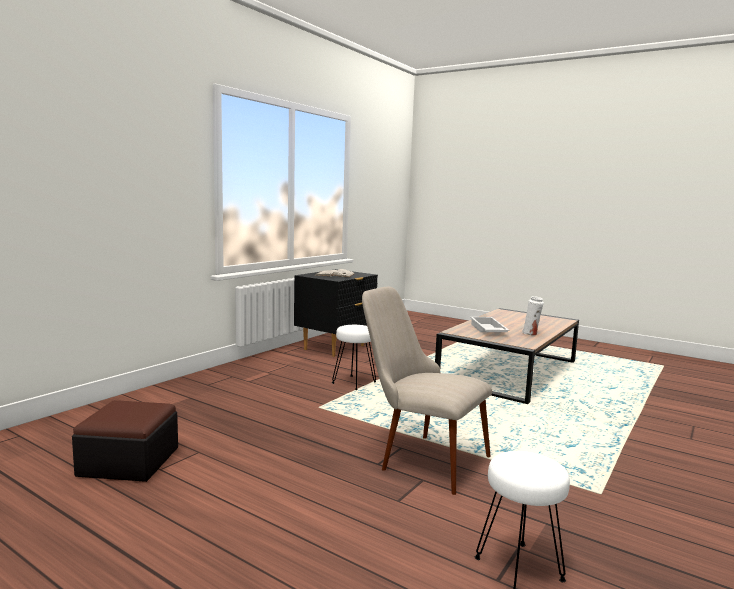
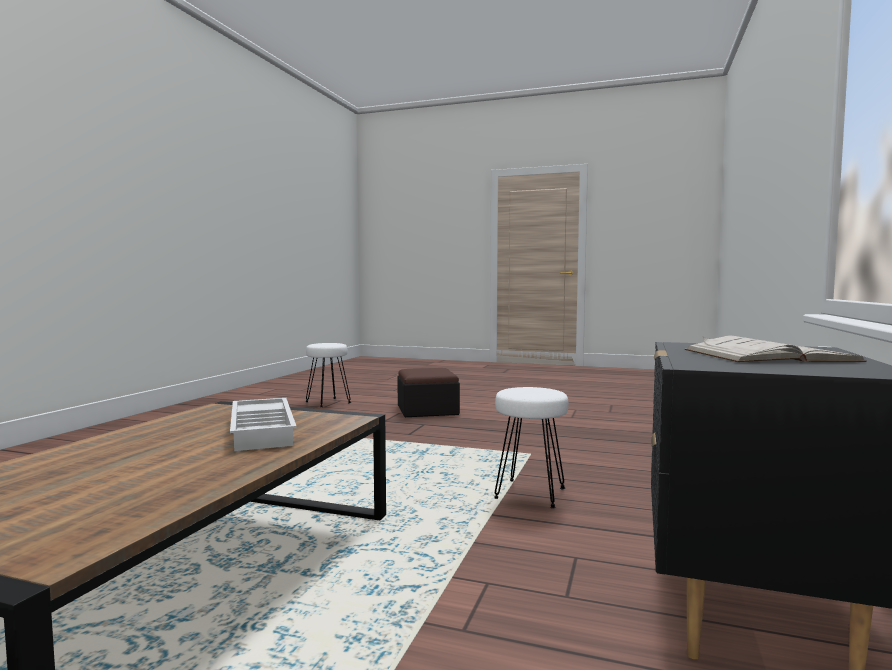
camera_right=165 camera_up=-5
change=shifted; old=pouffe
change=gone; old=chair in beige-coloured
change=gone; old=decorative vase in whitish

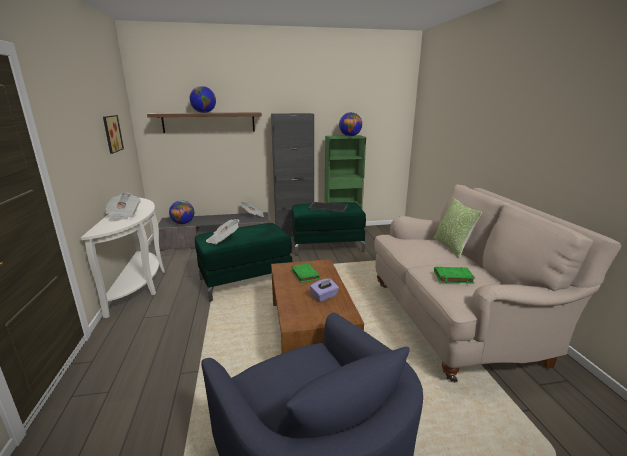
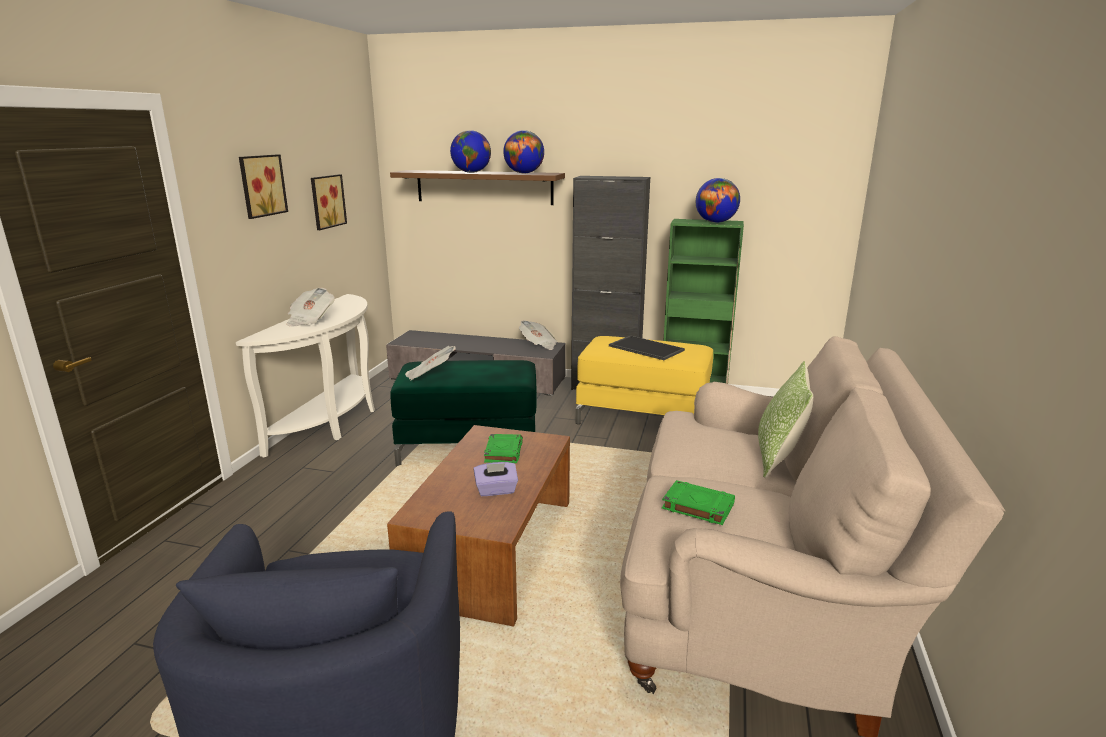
camera_right=25 camera_up=0
change=shifted; old=desk globe (no. 1 from left in the first image); new=desk globe (no. 2 from left)
change=repainted; old=pouffe in greenish (no. 2 from left); new=pouffe in yellowish
change=new; new=picture (no. 1 from left)

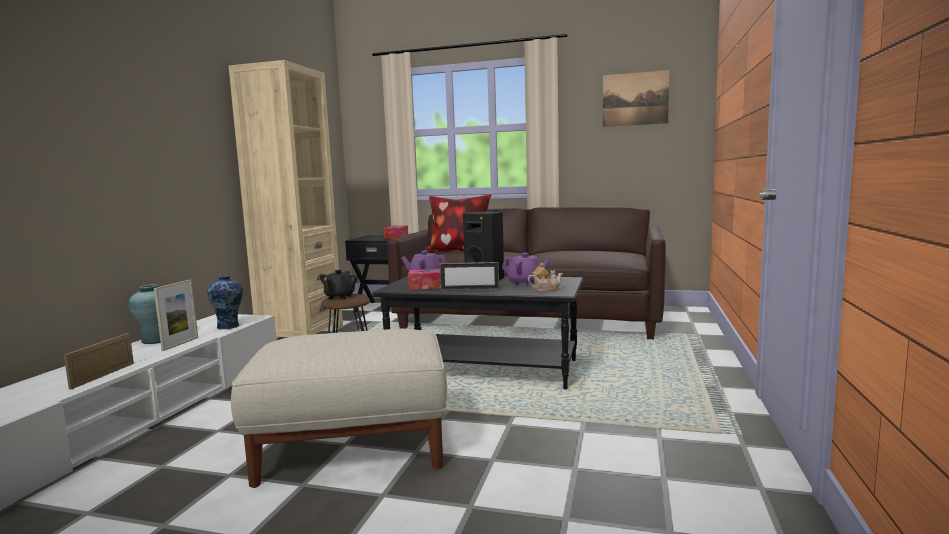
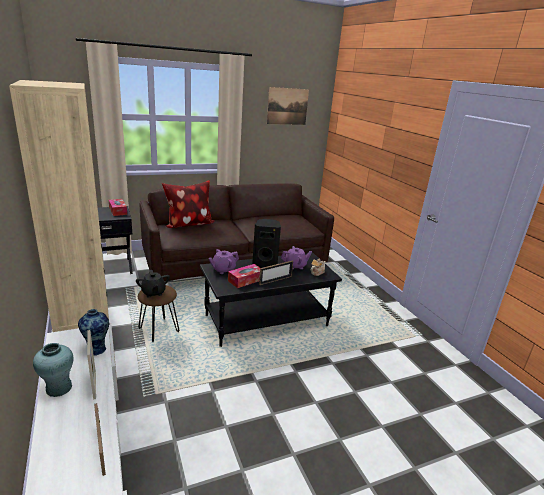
camera_right=-40 camera_up=15
change=gone; old=pouffe in beige-coloured

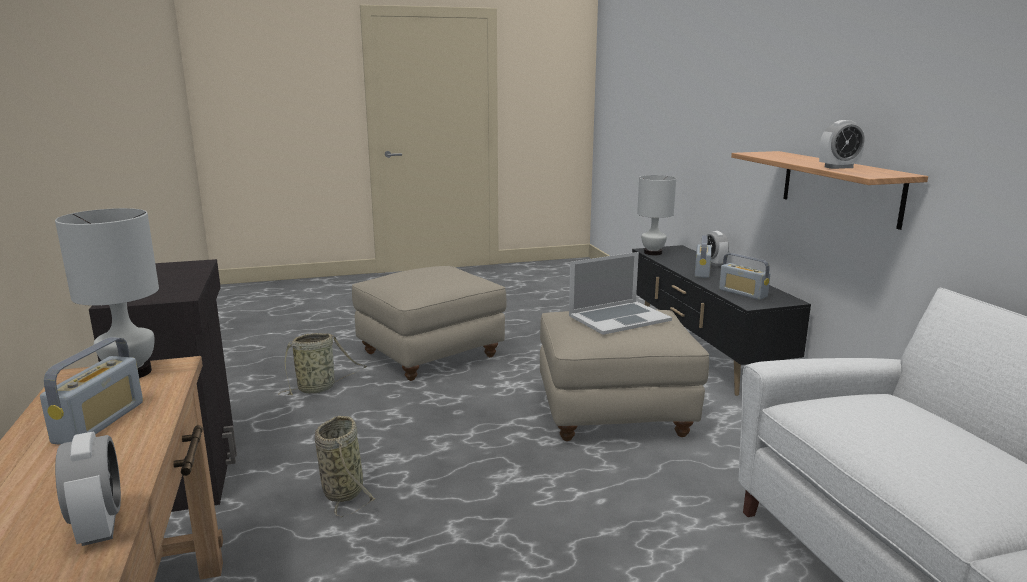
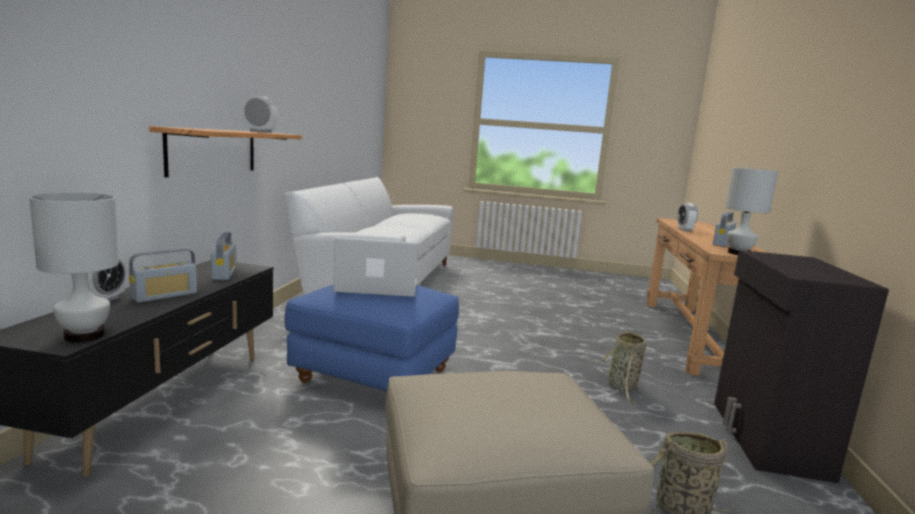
camera_right=-155 camera_up=-5
change=repainted; old=pouffe in beige-coloured (no. 2 from left); new=pouffe in blue-coloured

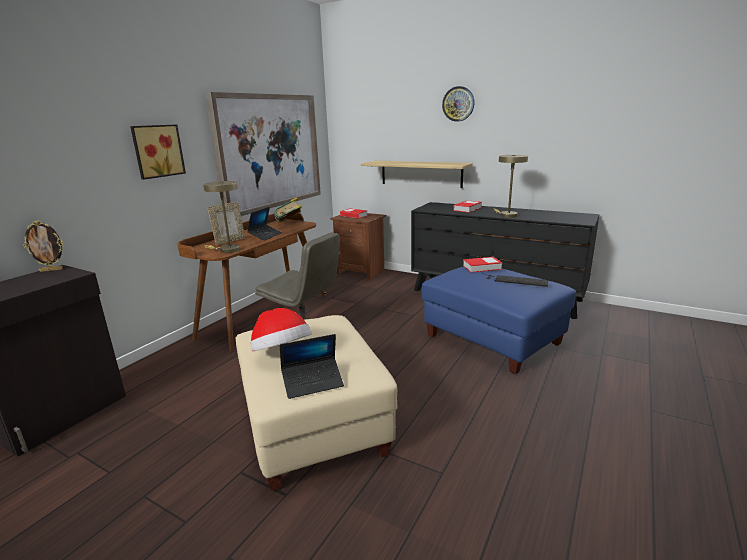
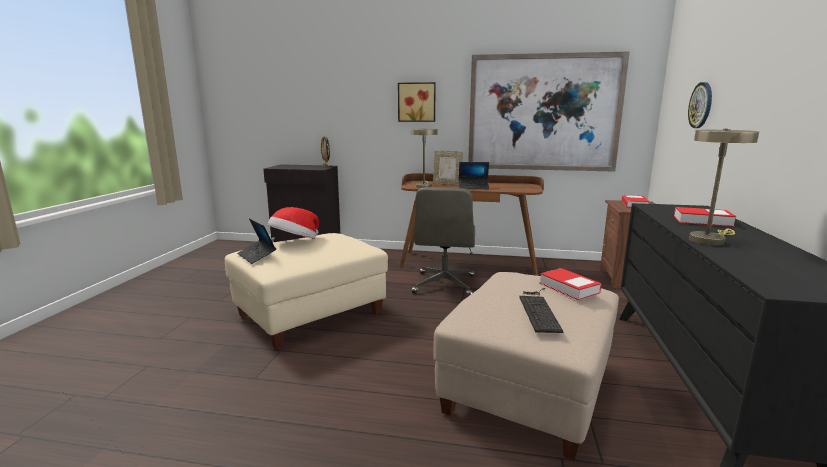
camera_right=70 camera_up=-5
change=gone; old=bound book (no. 1 from left)
change=gone; old=wall shelf
change=repainted; old=pouffe in blue-coloured; new=pouffe in beige-coloured (no. 2 from left)
change=shifted; old=clock on the wall

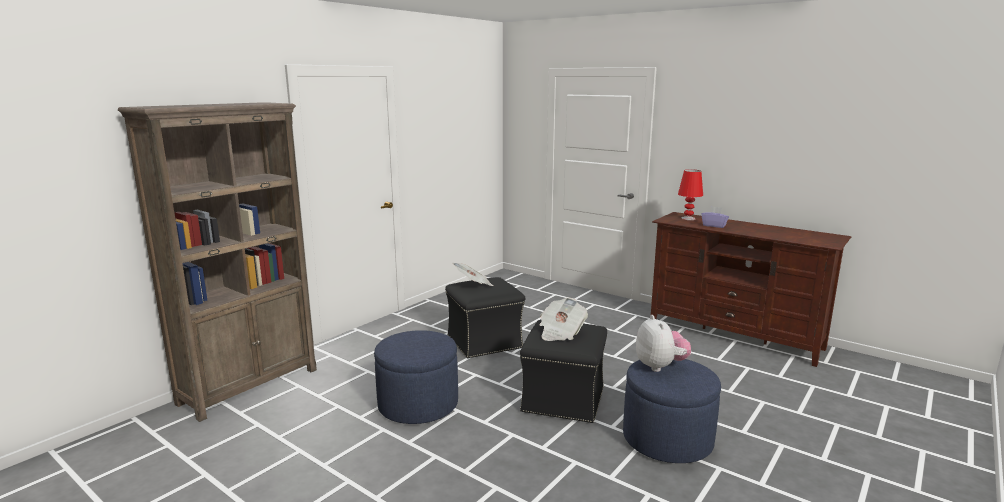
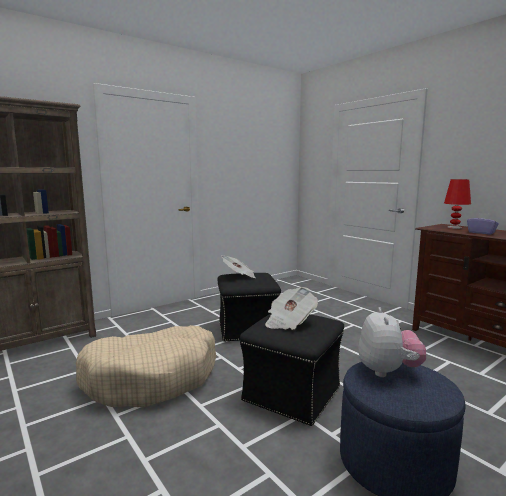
camera_right=15 camera_up=-5
change=swapped; old=pouffe in blue-coloured (no. 1 from left); new=pet bed in beige-coloured

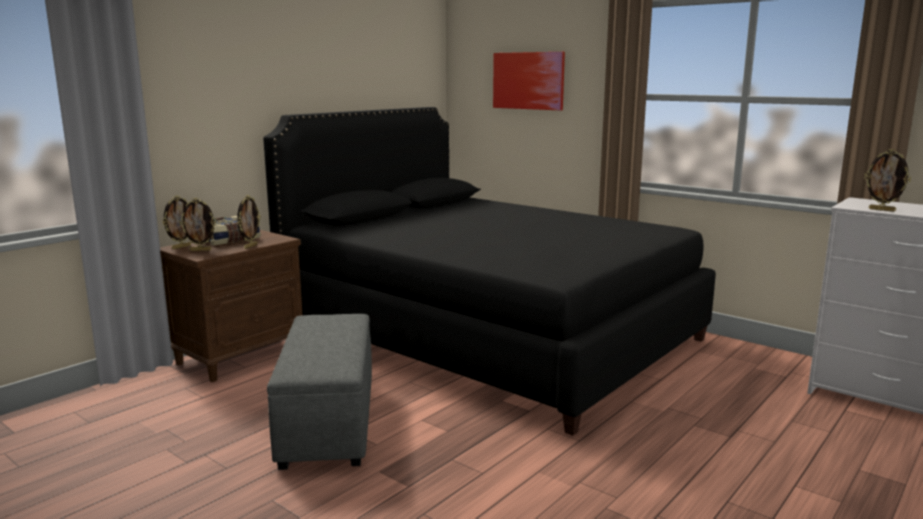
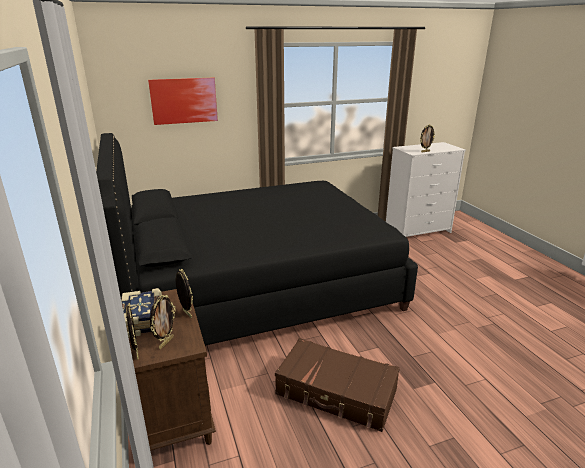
camera_right=-60 camera_up=10
change=swapped; old=pouffe in gray; new=piece of luggage in brownish

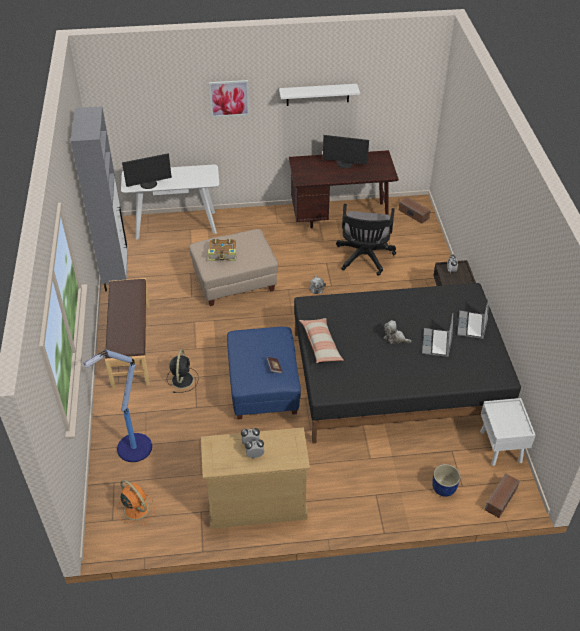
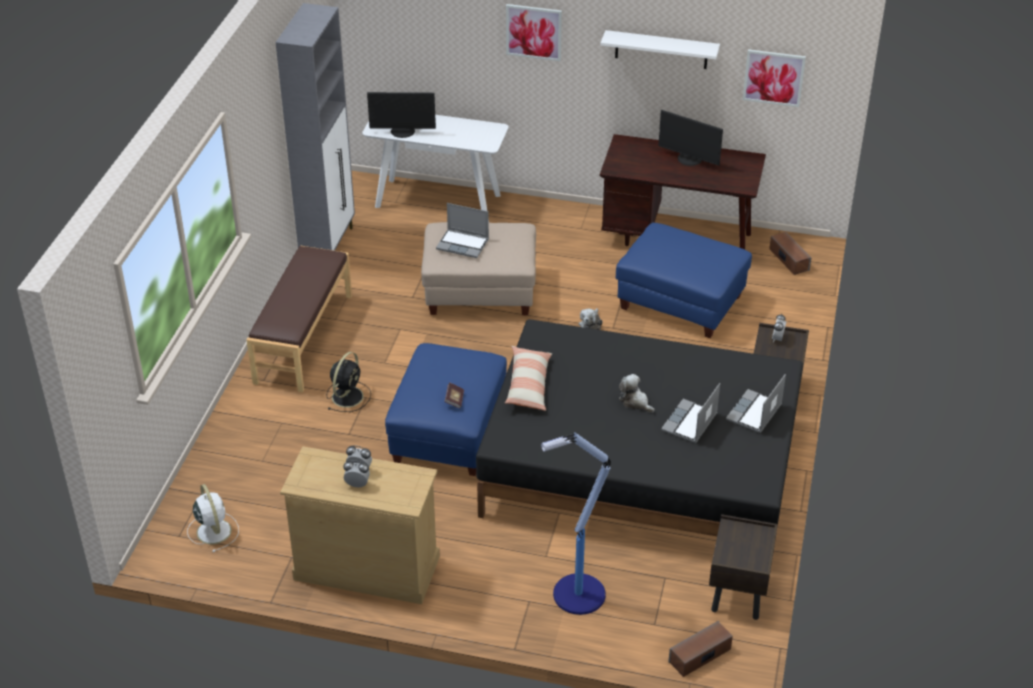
camera_right=20 camera_up=-5
change=shifted; old=floor lamp
change=repainted; old=fan in orange; new=fan in whitish
change=swapped; old=bound book (no. 1 from left); new=portable computer (no. 1 from left)
change=swapped; old=office chair in blackish; new=pouffe in blue-coloured (no. 2 from left)
change=gone; old=plant pot in blue-coloured
change=repainted; old=nightstand in whitish; new=nightstand in brownish (no. 1 from left)
change=new; new=picture (no. 2 from left)

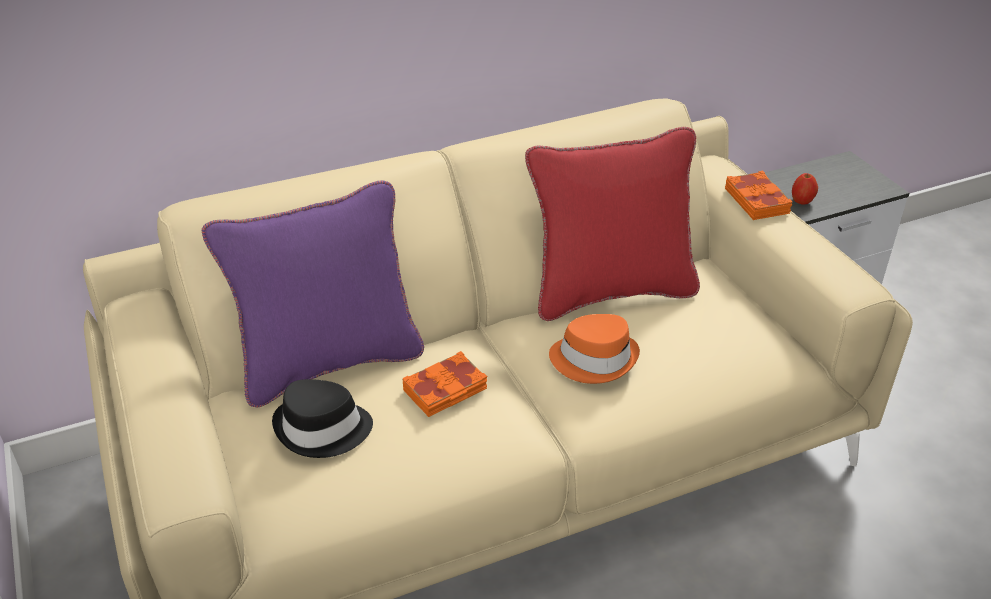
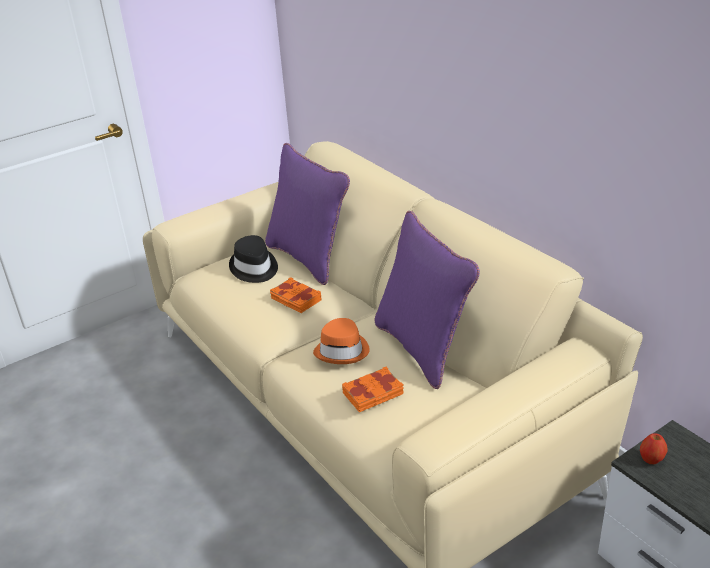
camera_right=80 camera_up=-5
change=repainted; old=throw pillow in reddish; new=throw pillow in purple-coloured (no. 2 from left)
change=shifted; old=bound book in orange (no. 2 from left)

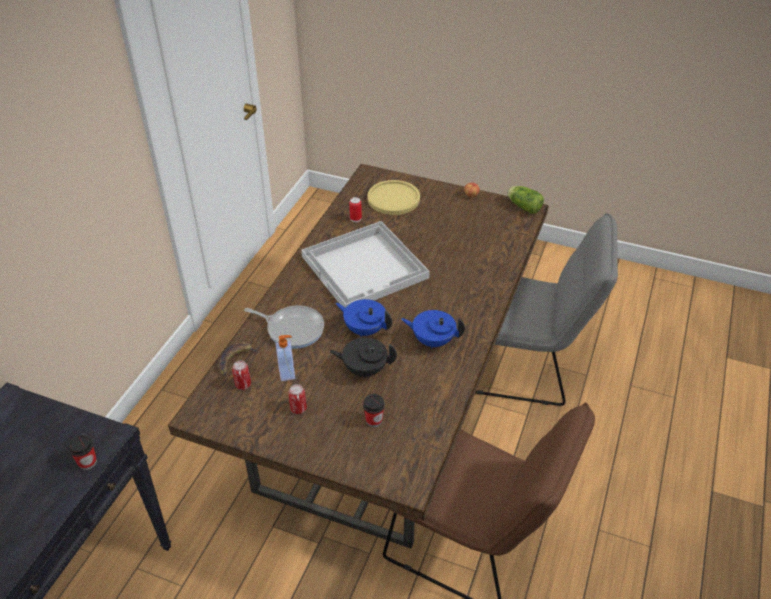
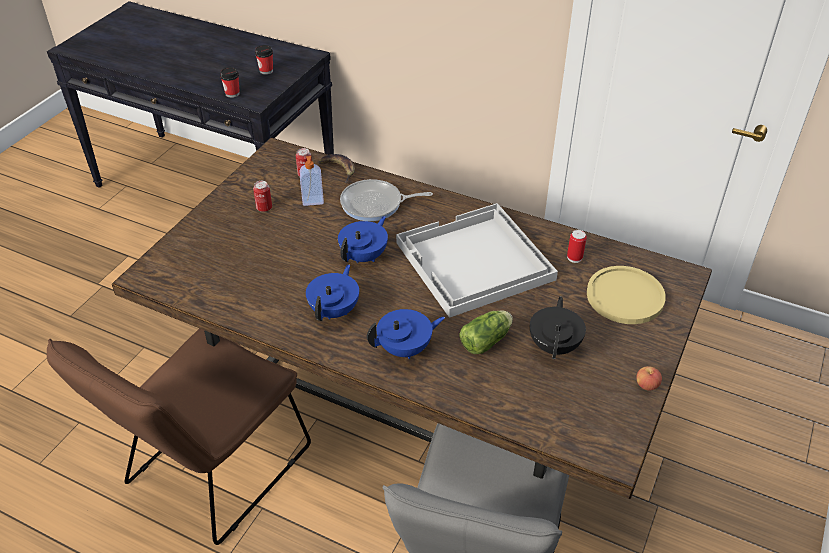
camera_right=95 camera_up=0
change=rotated; old=frying pan; degrees=60
change=shifted; old=pot for tea in blackish
change=shifted; old=drinking cup (no. 2 from left)
change=shifted; old=lettuce
change=new; new=pot for tea in blue-coloured (no. 3 from left)

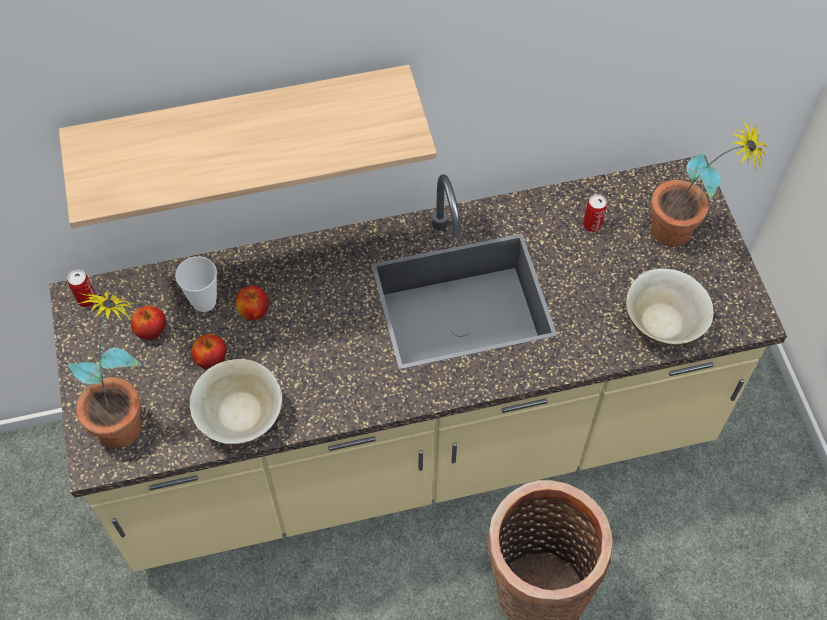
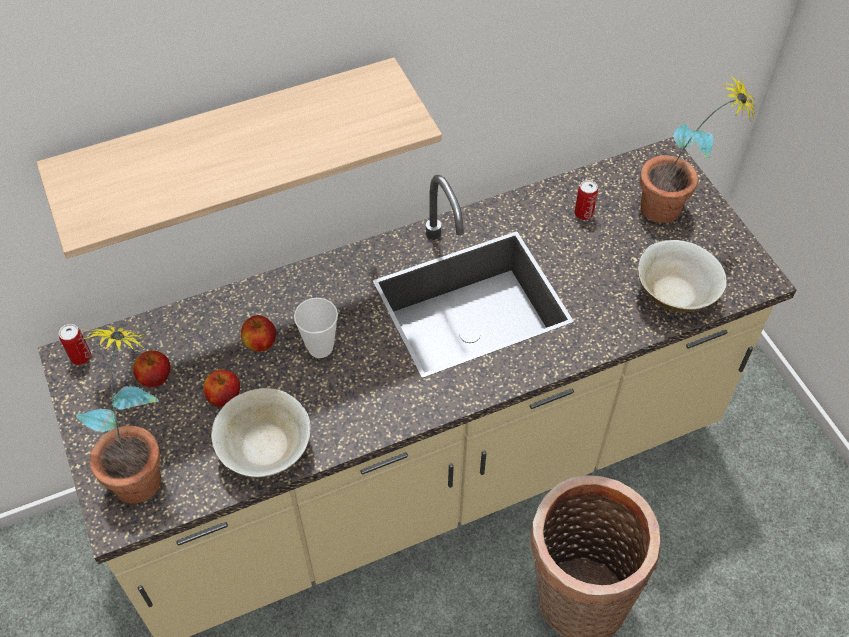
camera_right=-10 camera_up=-5
change=shifted; old=drinking cup

